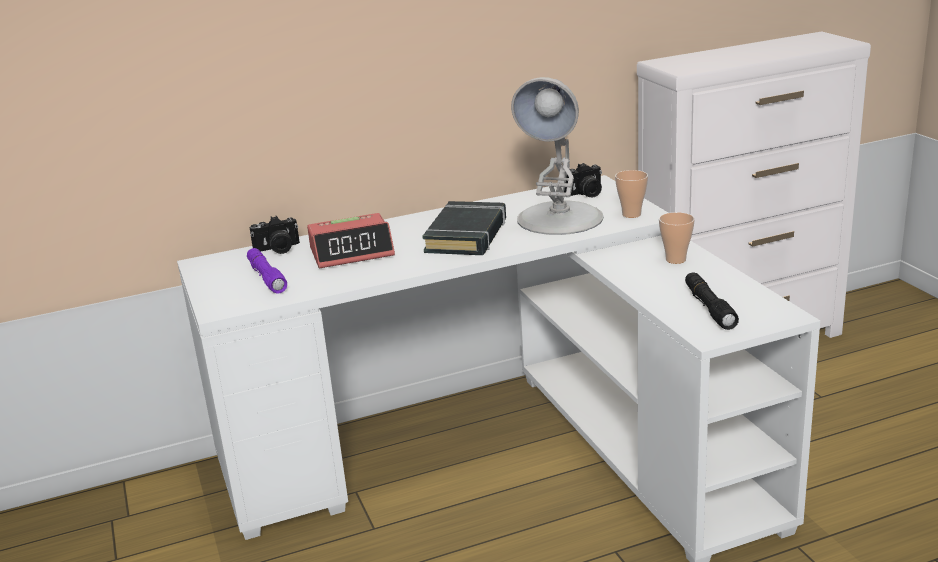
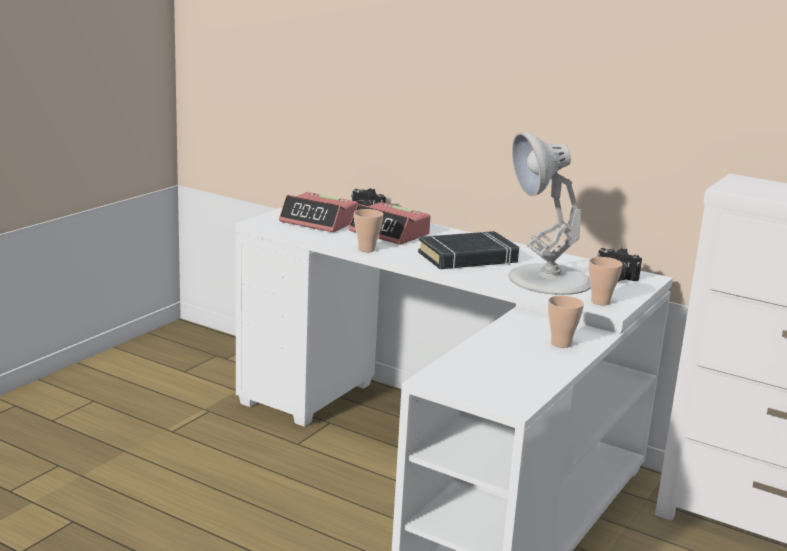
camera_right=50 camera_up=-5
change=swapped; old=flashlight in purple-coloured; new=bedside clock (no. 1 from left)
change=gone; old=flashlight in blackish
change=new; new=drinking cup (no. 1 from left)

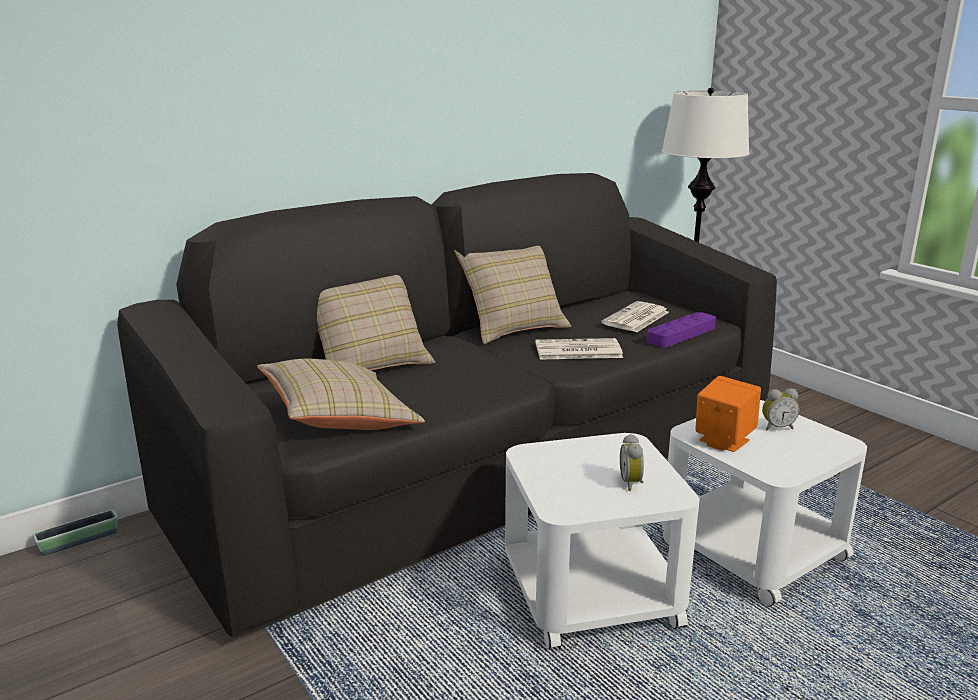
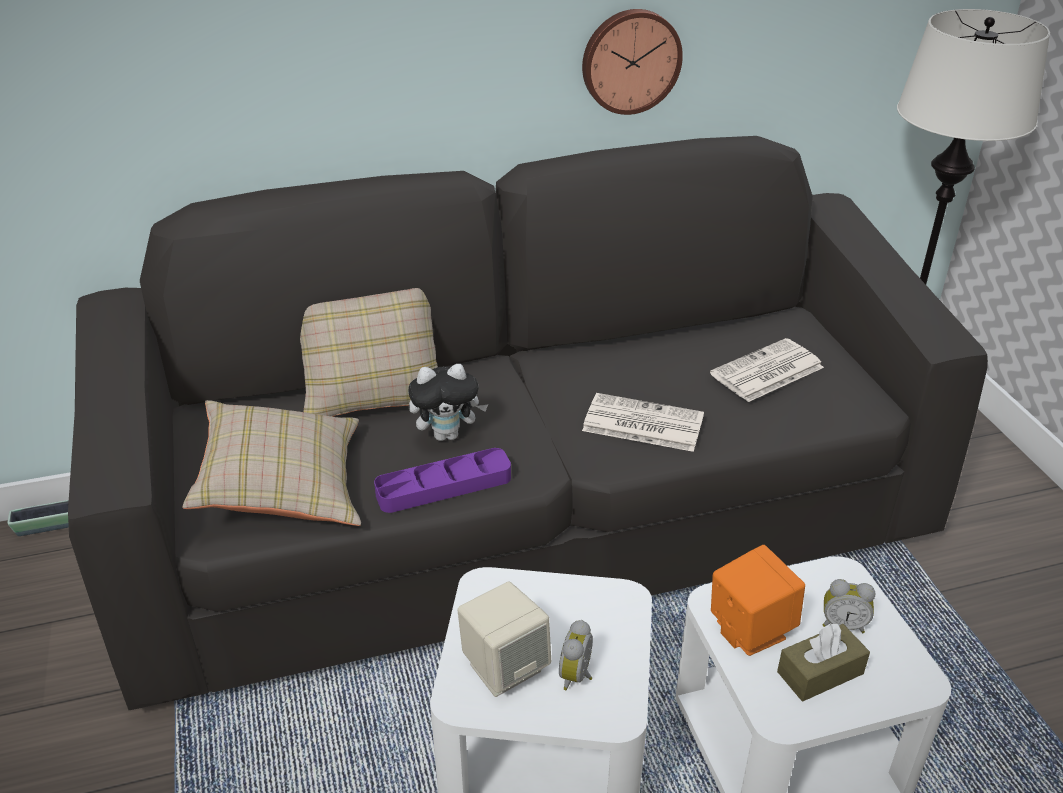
camera_right=20 camera_up=15
change=gone; old=throw pillow in beige-coloured (no. 3 from left)
change=shifted; old=serving tray in purple-coloured
change=new; new=cuddly toy
change=new; new=audio speaker in beige-coloured
change=new; new=clock on the wall
change=new; new=box of tissues in brownish

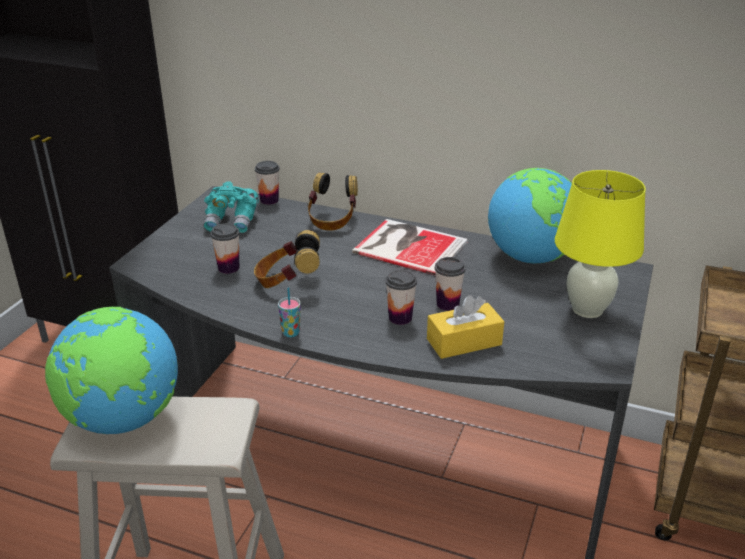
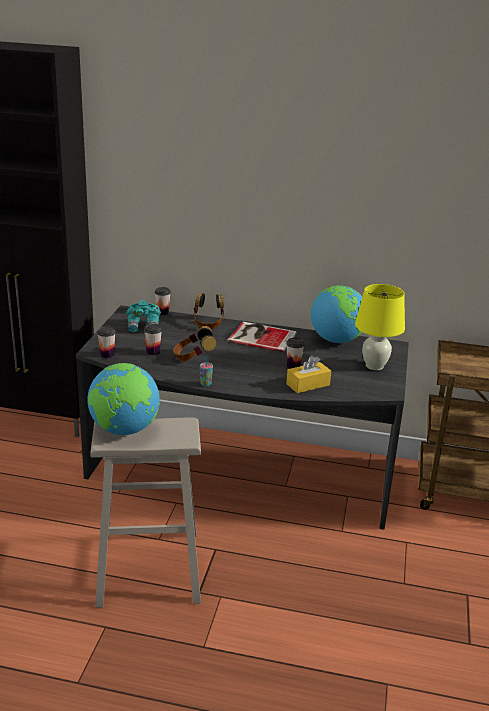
camera_right=-10 camera_up=-5
change=shifted; old=drinking cup (no. 4 from left in the first image); new=drinking cup (no. 1 from left)

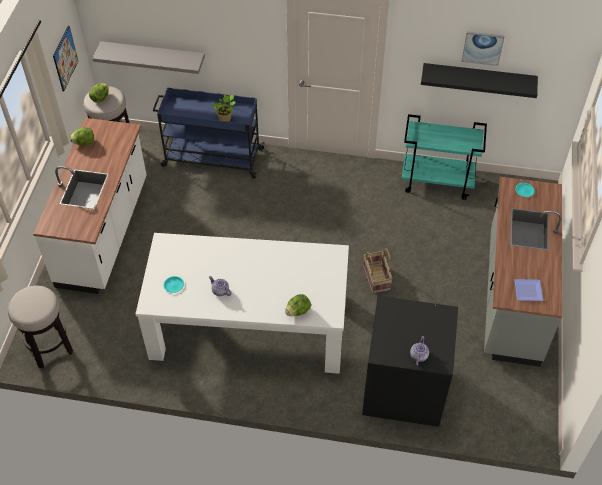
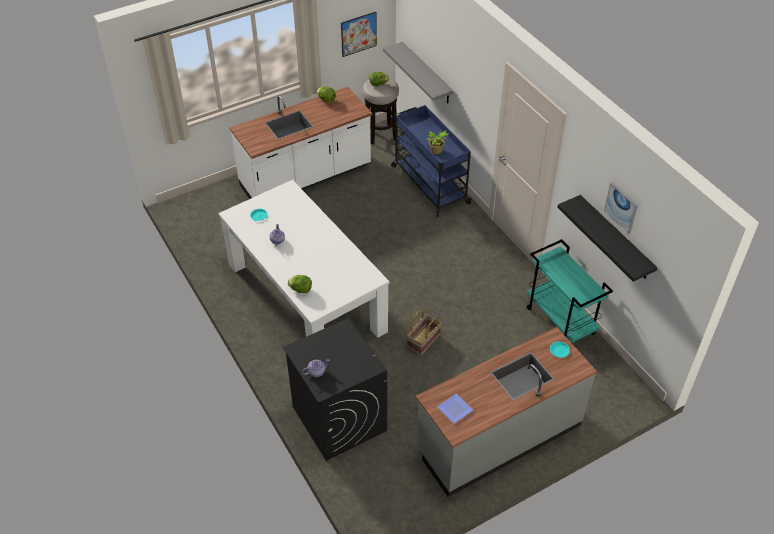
camera_right=50 camera_up=-5
change=gone; old=sitting stool (no. 1 from left)

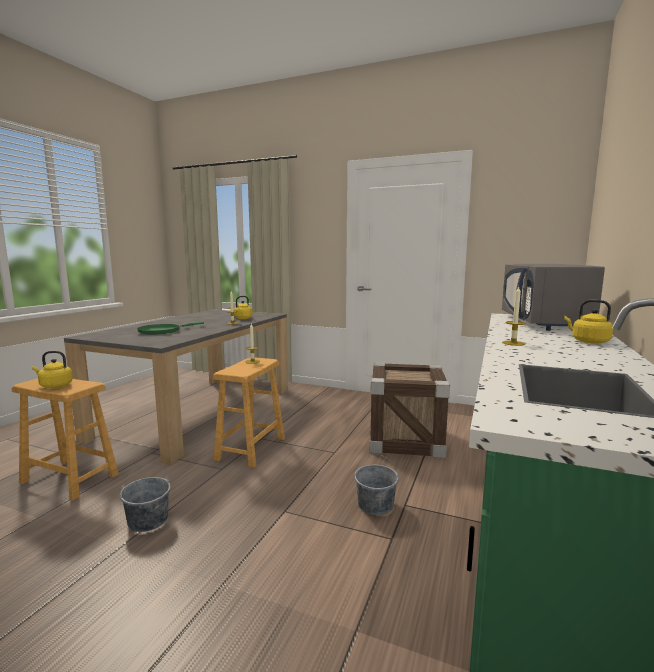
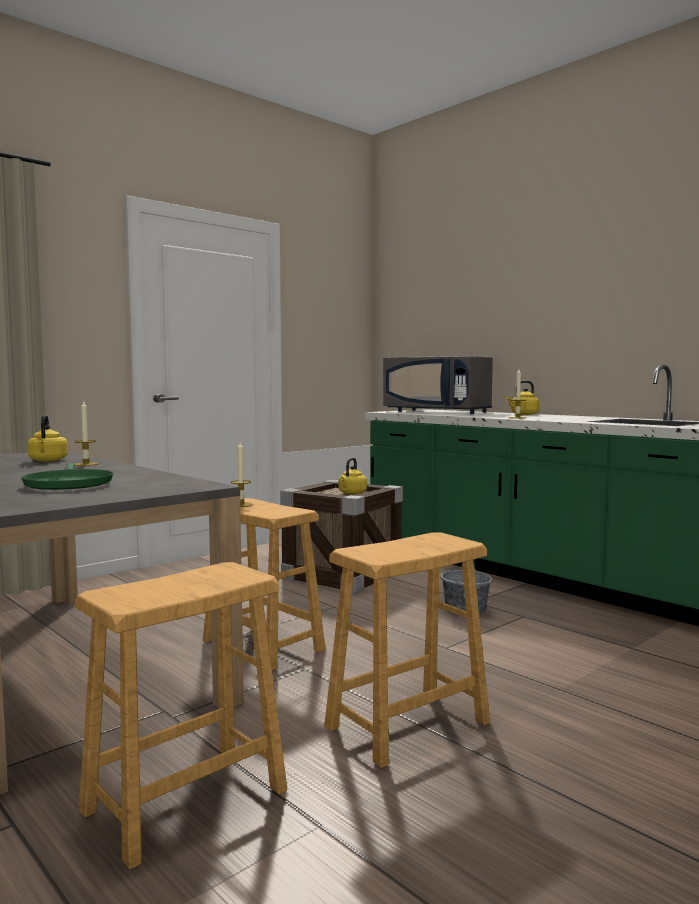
camera_right=-65 camera_up=-5
change=shifted; old=water kettle in yellowish (no. 1 from left in the first image); new=water kettle in yellowish (no. 2 from left)
change=swapped; old=pail in gray (no. 1 from left); new=sitting stool in brownish (no. 3 from left)

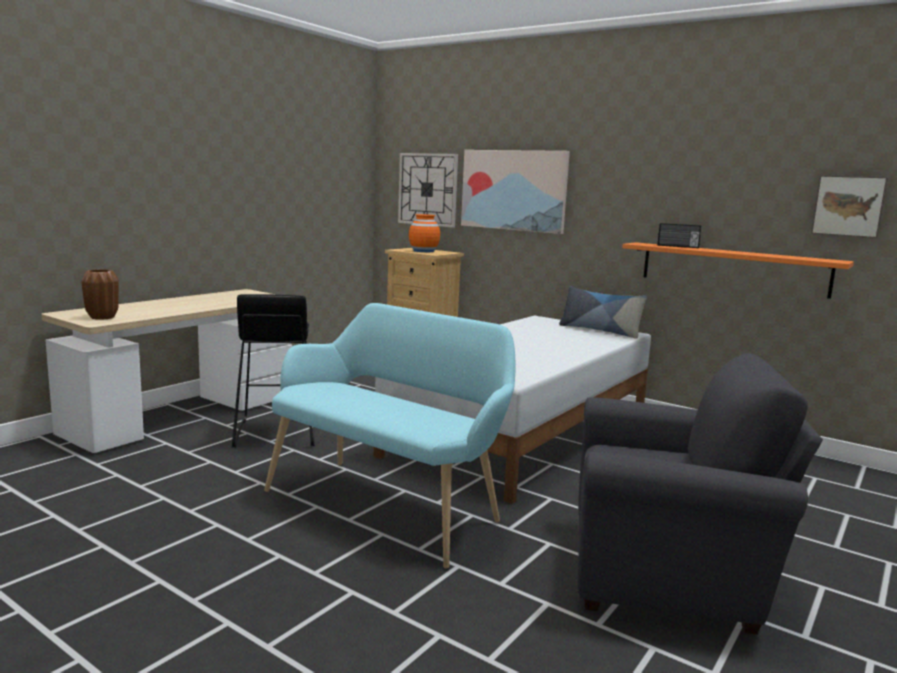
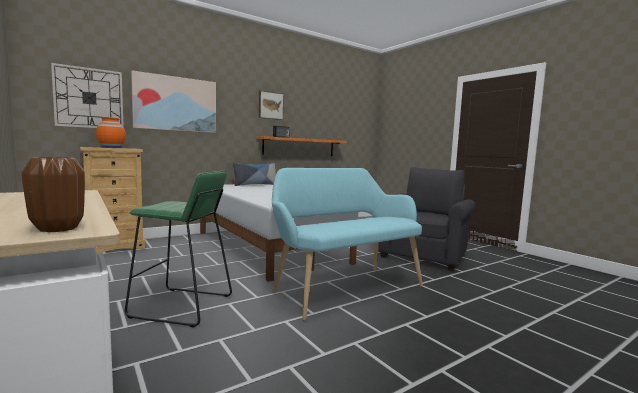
camera_right=-70 camera_up=-5
change=repainted; old=sitting stool in blackish; new=sitting stool in greenish
change=shifted; old=picture (no. 2 from left)

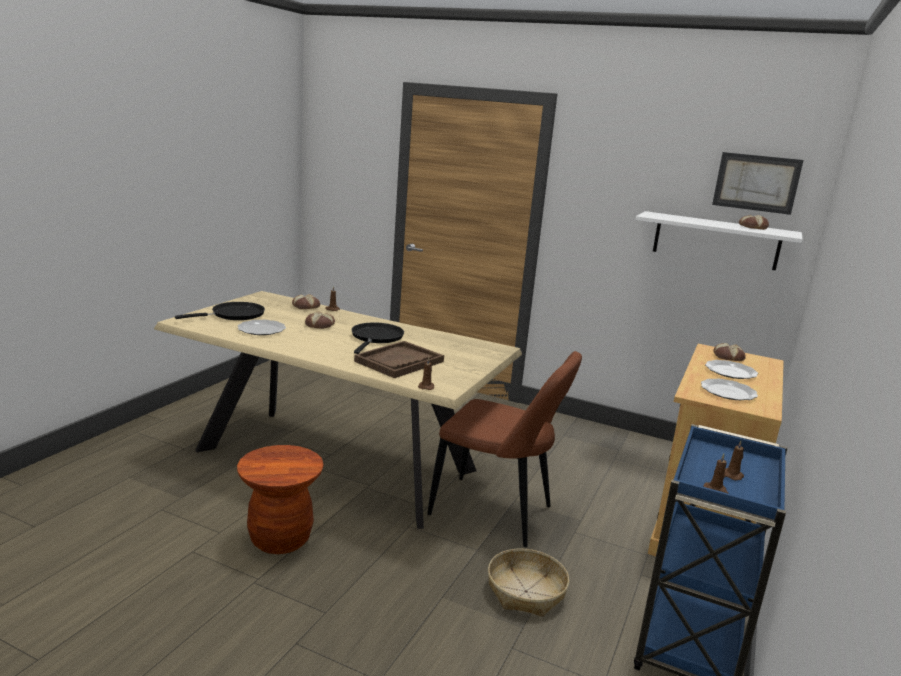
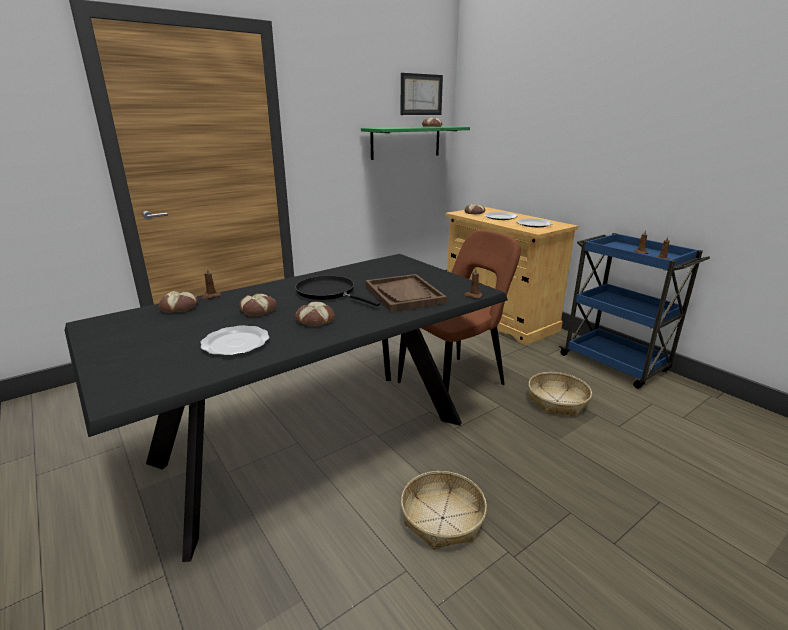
camera_right=-60 camera_up=5
change=repainted; old=dinner table in beige-coloured; new=dinner table in blackish
change=gone; old=frying pan in blackish (no. 1 from left)
change=swapped; old=sitting stool in brownish; new=basket (no. 1 from left)
change=repainted; old=wall shelf in whitish; new=wall shelf in greenish
change=new; new=bakery bread (no. 3 from left)

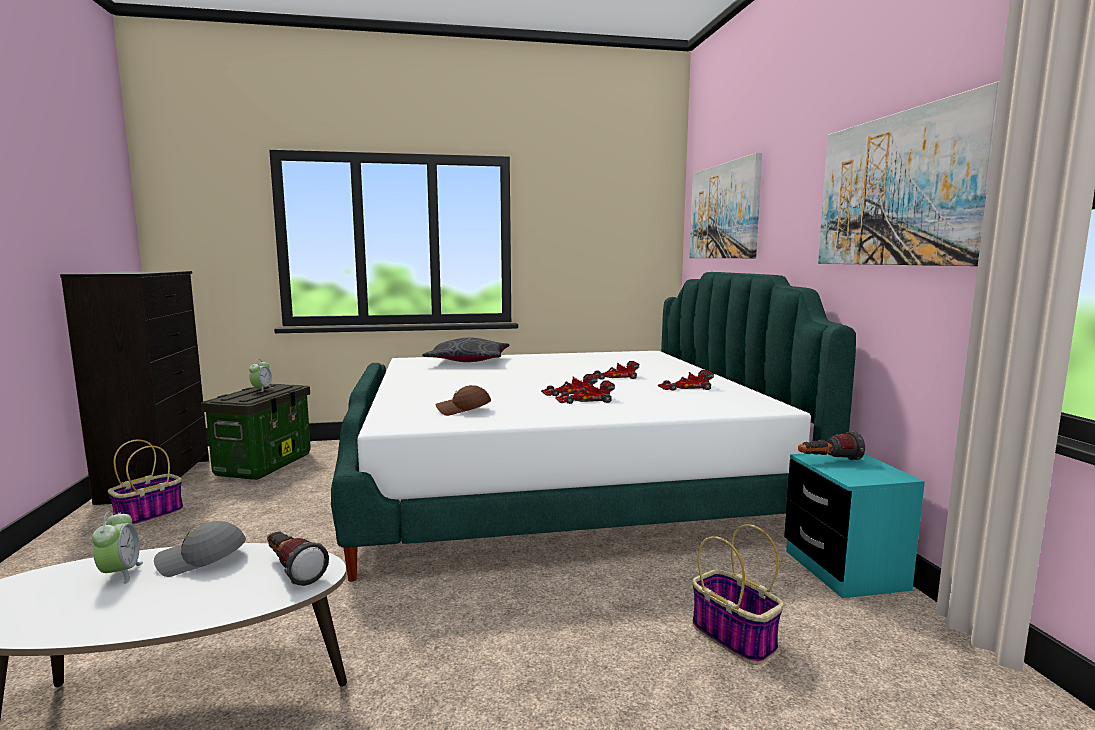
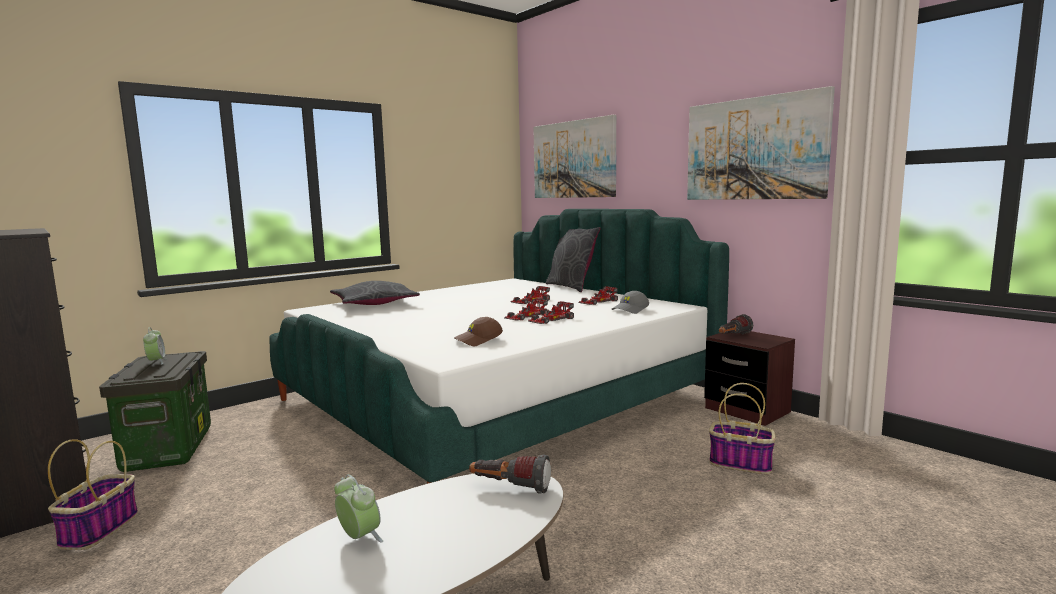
camera_right=-30 camera_up=0
change=shifted; old=cap in gray
change=repainted; old=nightstand in turquoise-coloured; new=nightstand in brownish
change=new; new=throw pillow in gray (no. 2 from left)

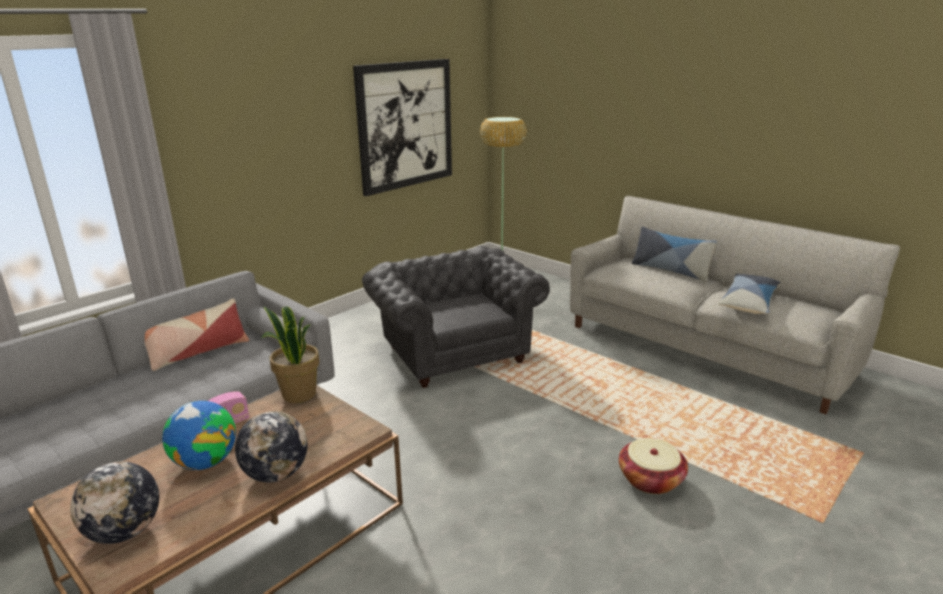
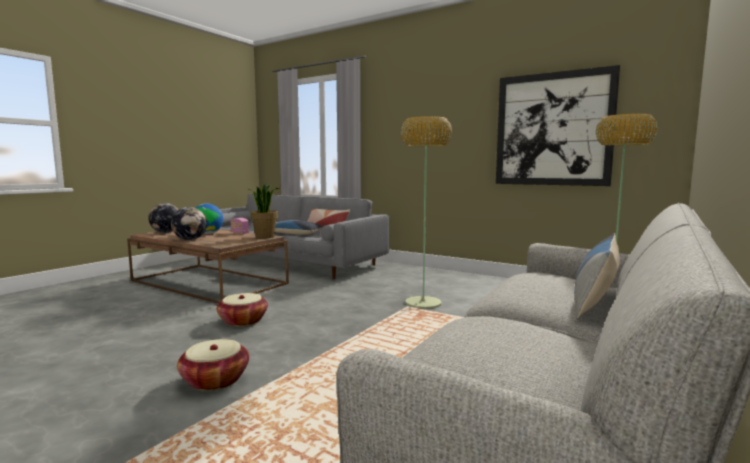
camera_right=80 camera_up=-15
change=swapped; old=armchair in gray; new=floor lamp (no. 1 from left)
change=shifted; old=throw pillow (no. 3 from left in the first image); new=throw pillow (no. 1 from left)
change=new; new=basket (no. 2 from left)

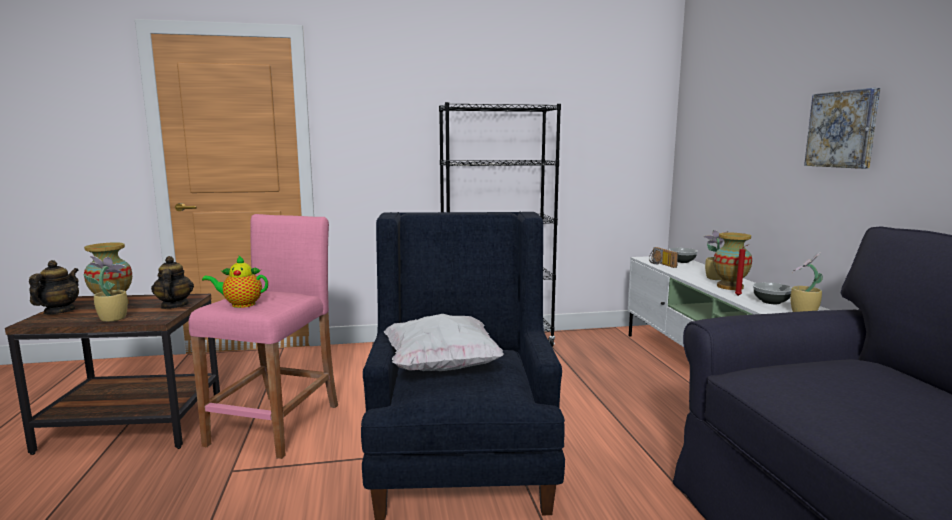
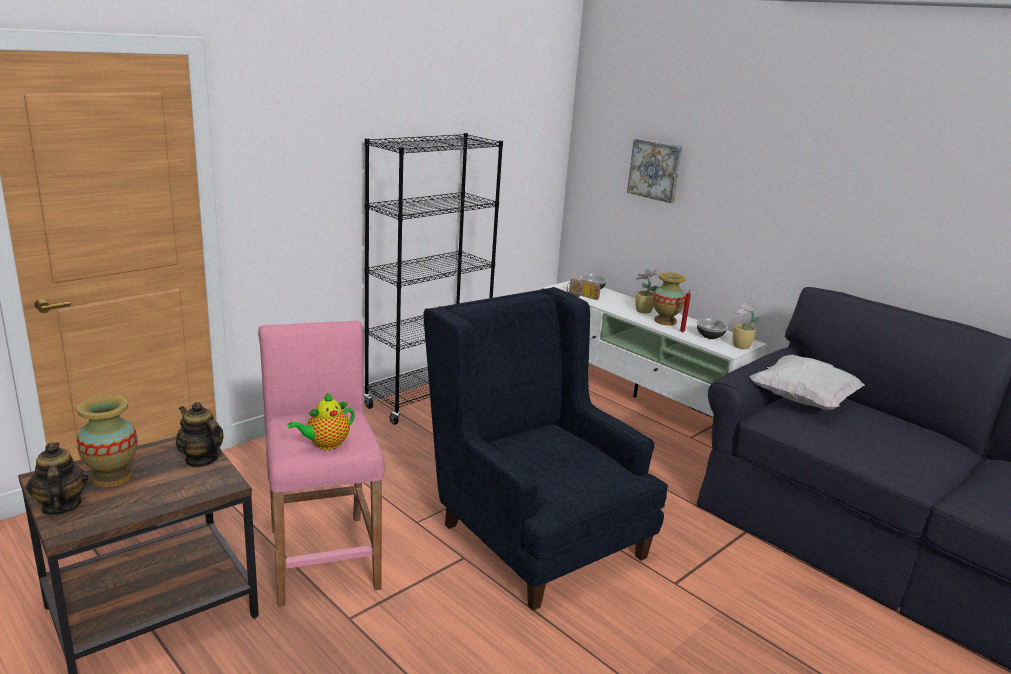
camera_right=-35 camera_up=10
change=gone; old=potted plant (no. 1 from left)
change=shifted; old=throw pillow in whitish
change=shifted; old=picture

